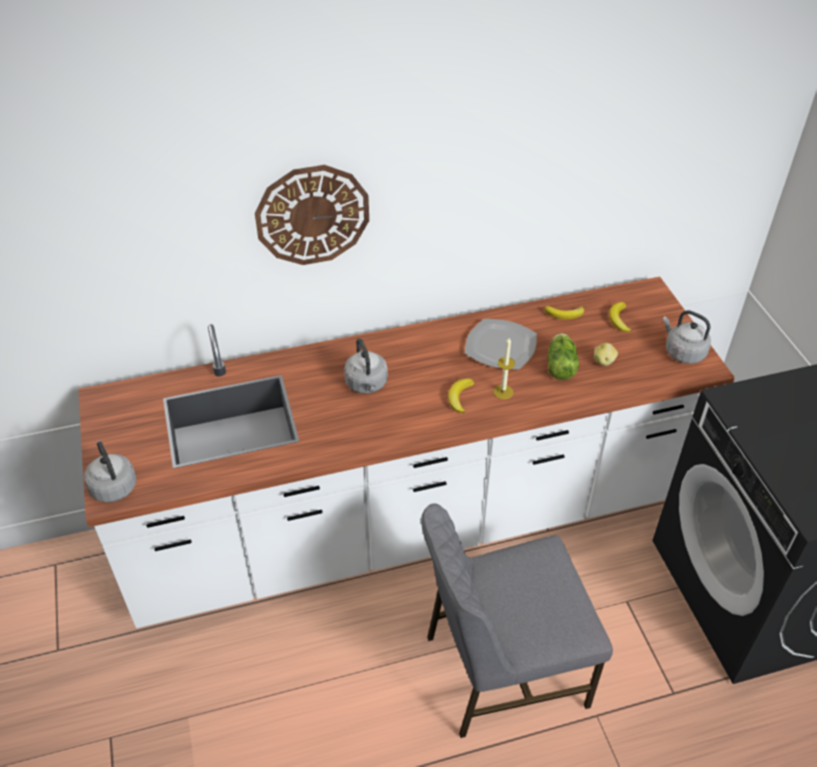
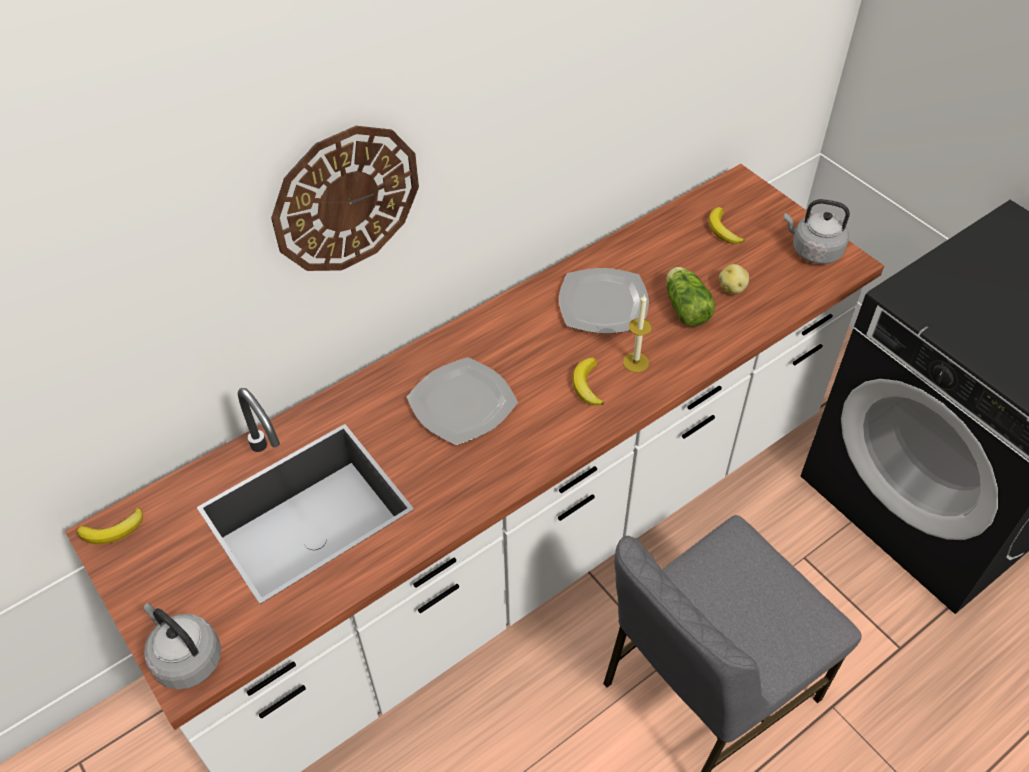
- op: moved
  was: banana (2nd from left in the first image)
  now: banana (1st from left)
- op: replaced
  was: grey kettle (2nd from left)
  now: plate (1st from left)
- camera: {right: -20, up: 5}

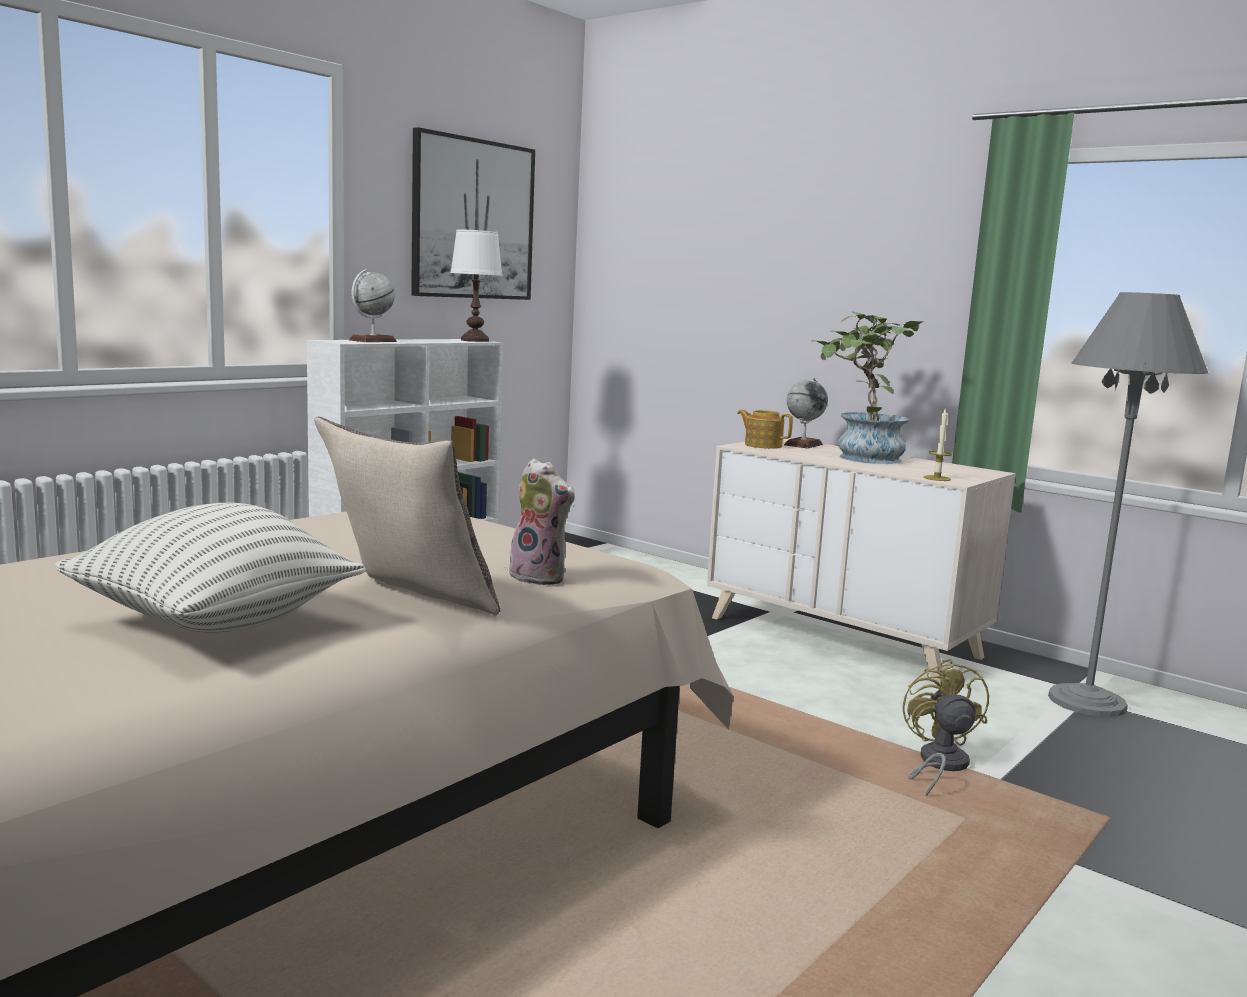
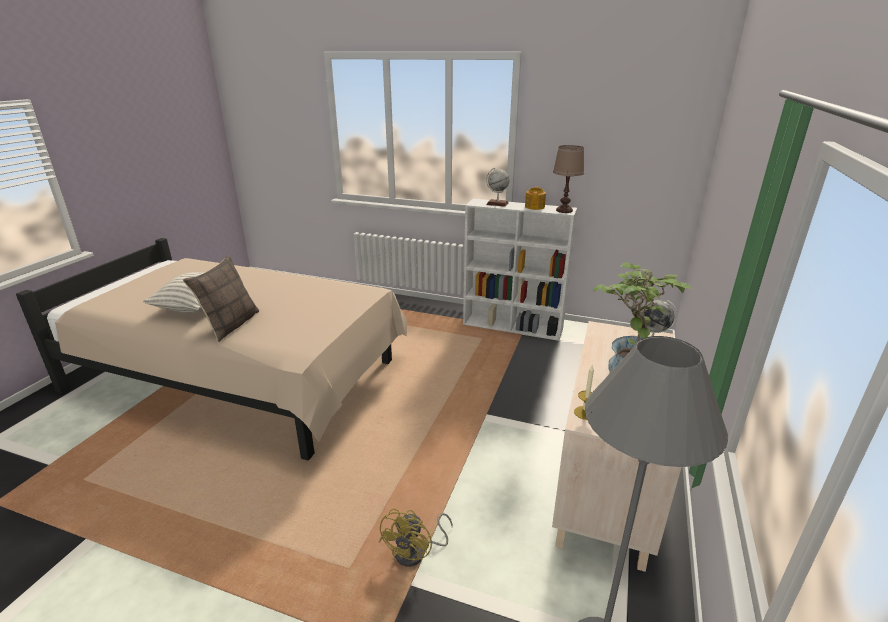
- op: turned
  was: yellow fan
  clockwise: 135
- op: moved
  was: teapot
- op: recoloured
  was: white table lamp
  now: brown table lamp
- op: removed
  was: picture
- op: removed
  was: plush toy
- camera: {right: 70, up: 15}

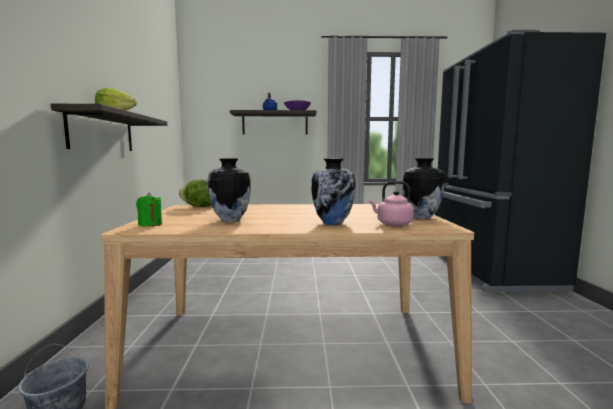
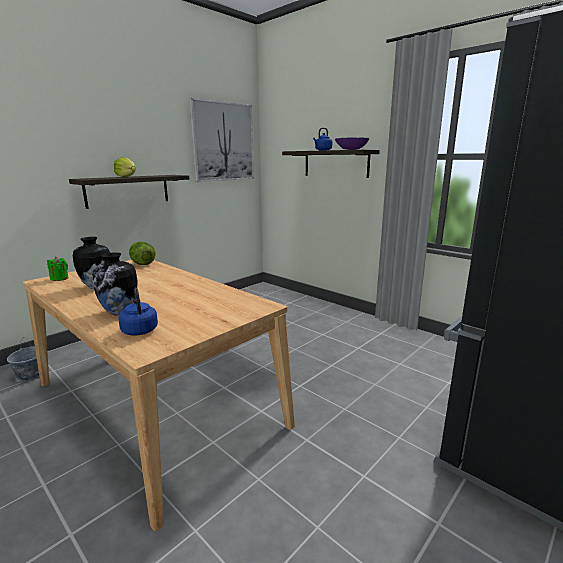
- op: recoloured
  was: pink kettle
  now: blue kettle (1st from left)
- op: added
  now: picture
- op: removed
  was: vase (3rd from left)
- camera: {right: 45, up: 10}

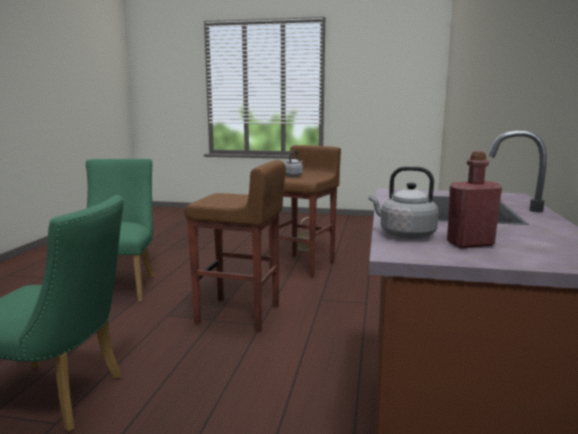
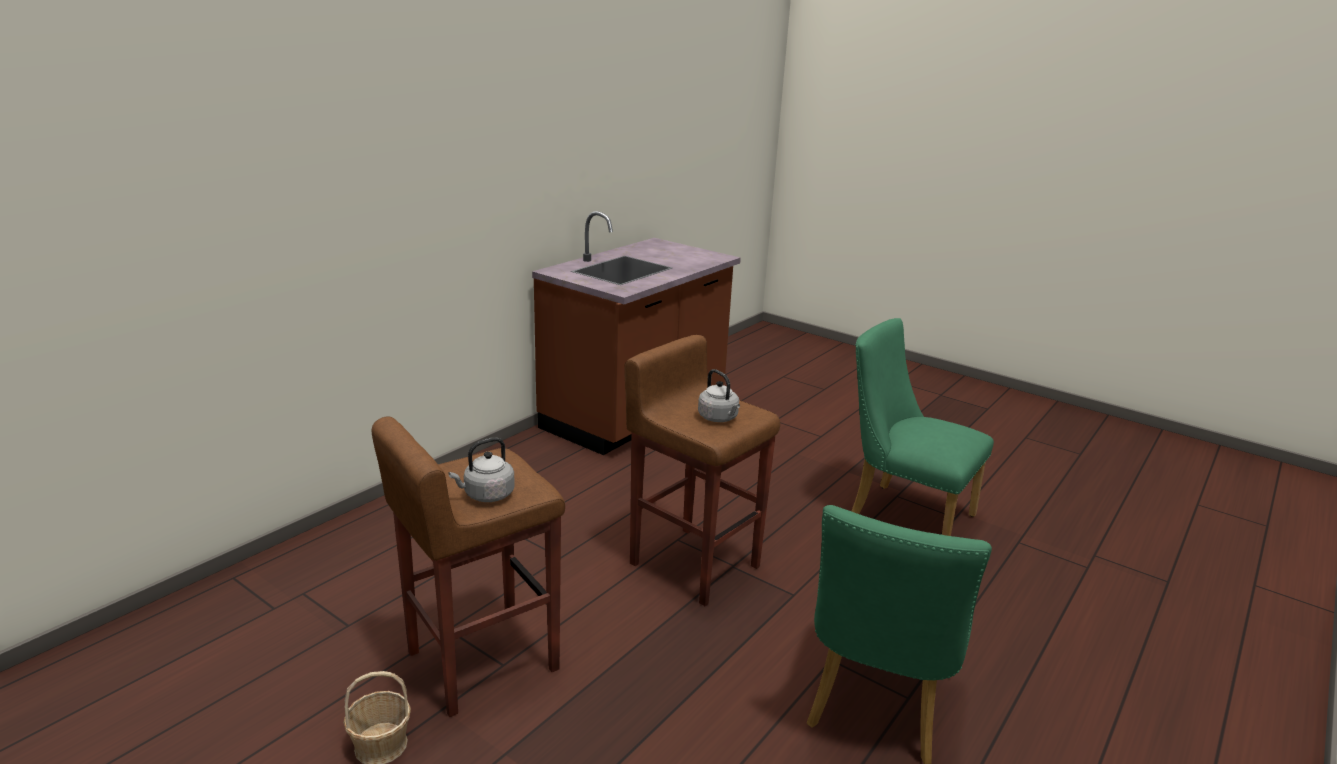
- op: moved
  was: grey kettle (2nd from left)
- op: removed
  was: red bottle
- camera: {right: -155, up: 10}

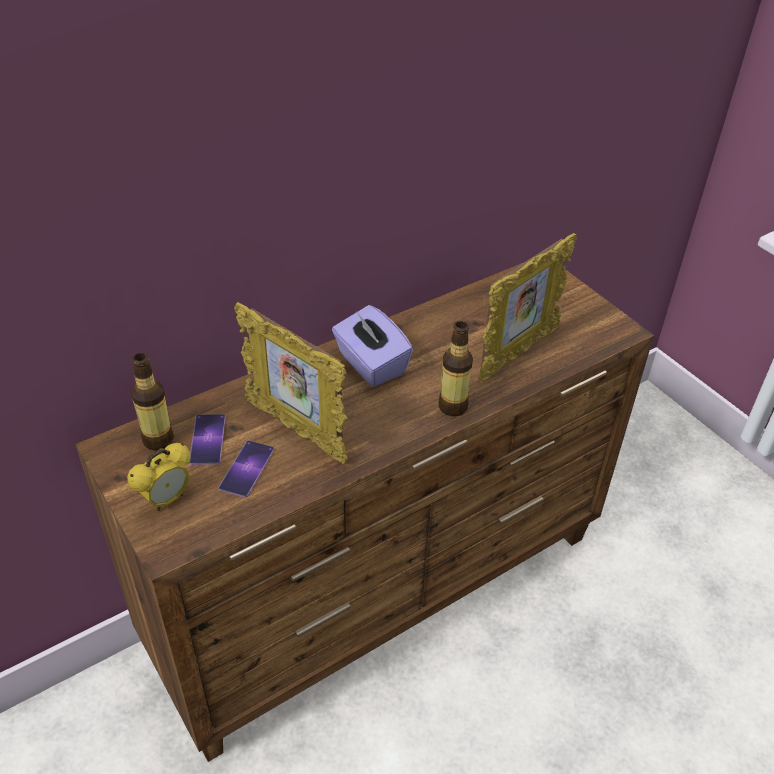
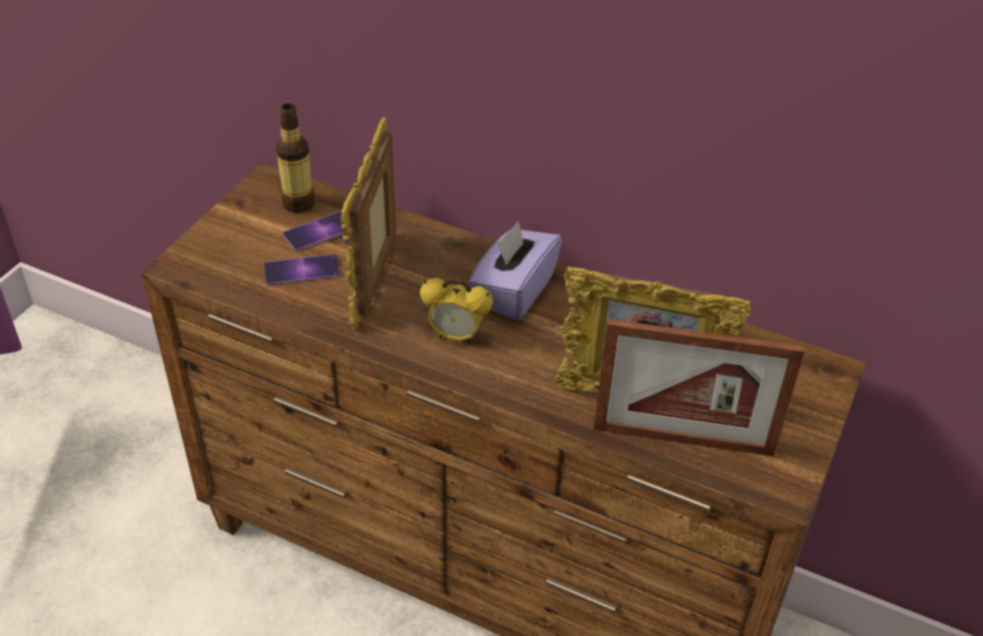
- op: moved
  was: alarm clock
- op: added
  now: picture frame (3rd from left)
- op: removed
  was: bottle (2nd from left)
- camera: {right: 60, up: 0}

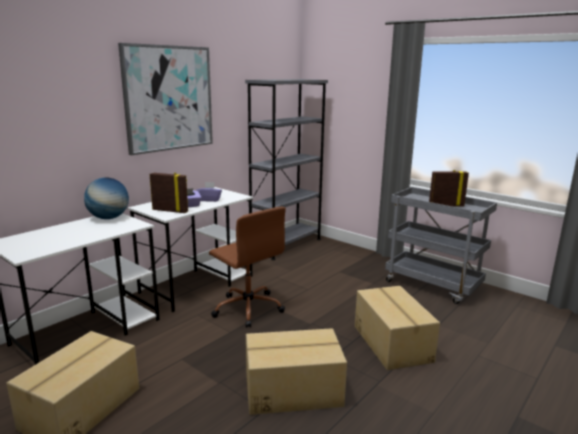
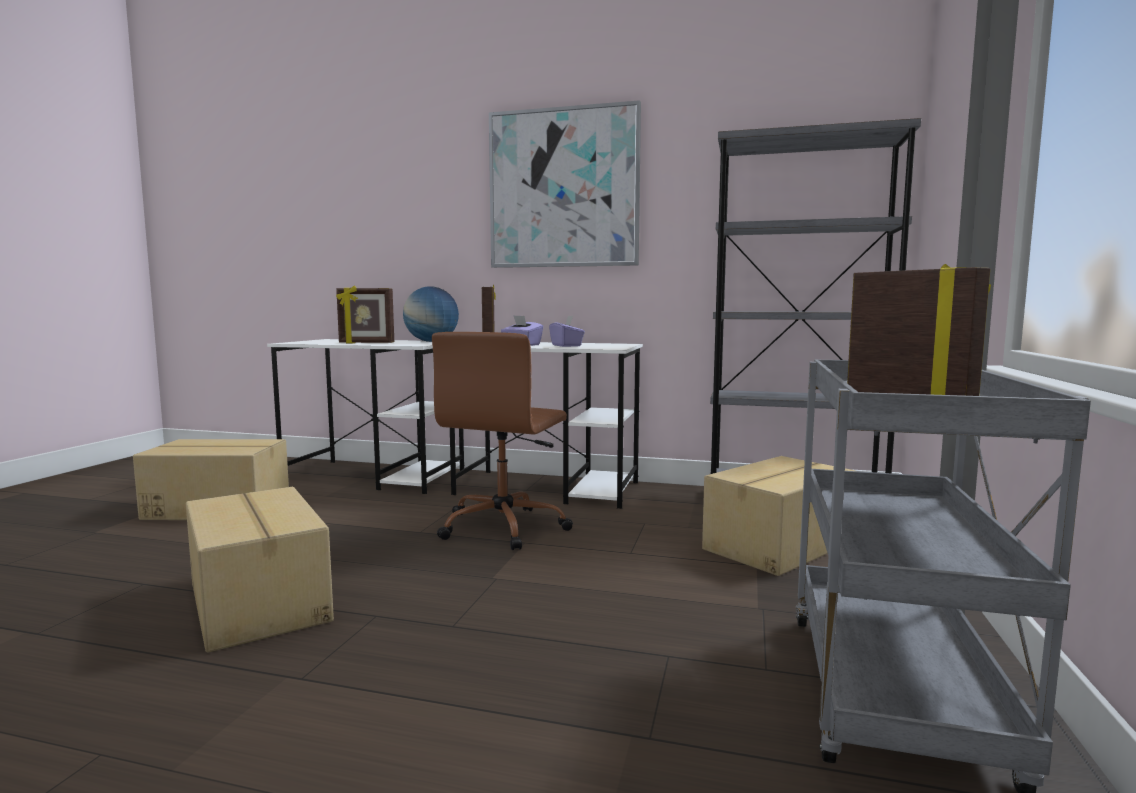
- op: added
  now: picture frame (1st from left)
- op: moved
  was: cardboard box (3rd from left)
- camera: {right: 65, up: -10}

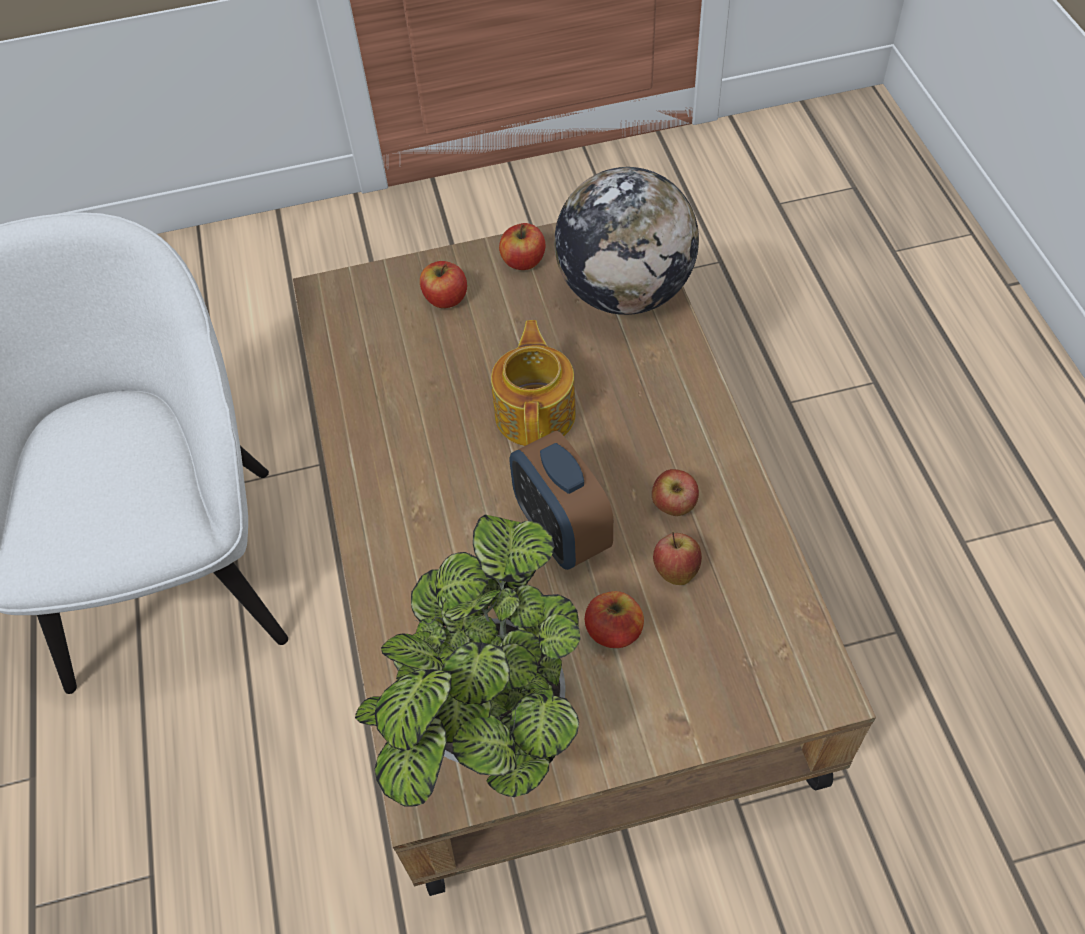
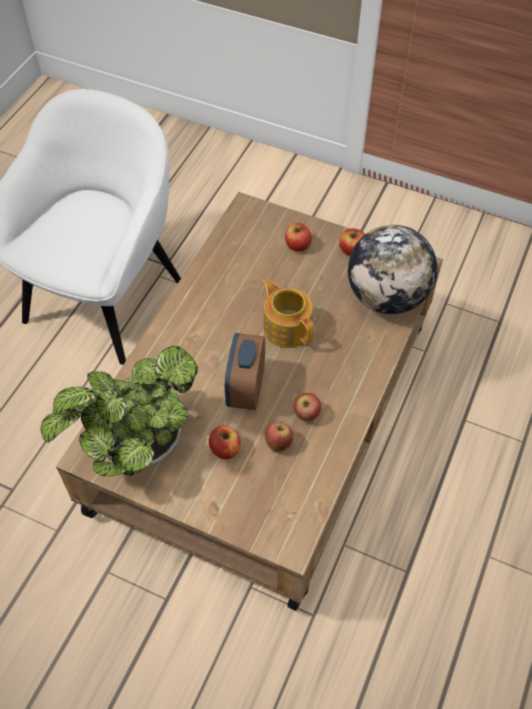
- op: turned
  was: teapot
  clockwise: -75
- camera: {right: 35, up: 0}

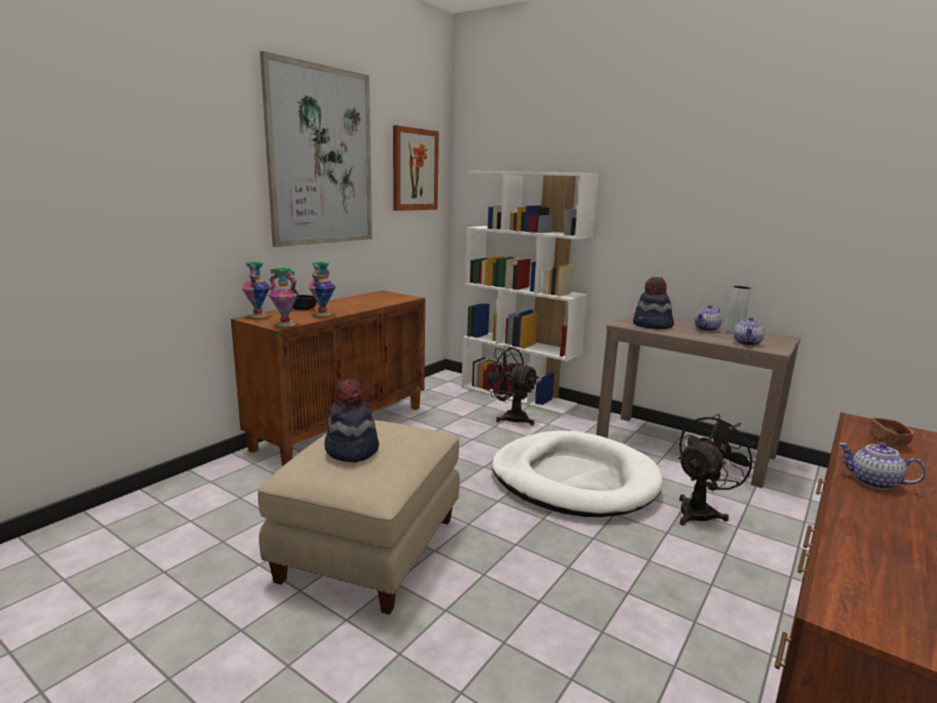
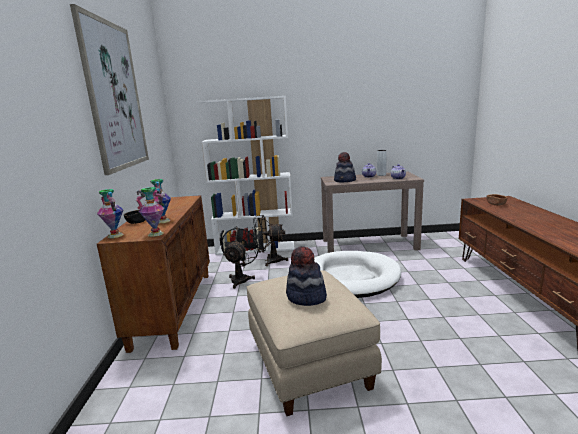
- op: moved
  was: black fan (2nd from left in the first image)
  now: black fan (1st from left)
- op: removed
  was: picture (2nd from left)
- op: removed
  was: teapot (3rd from left)
- camera: {right: -35, up: 0}

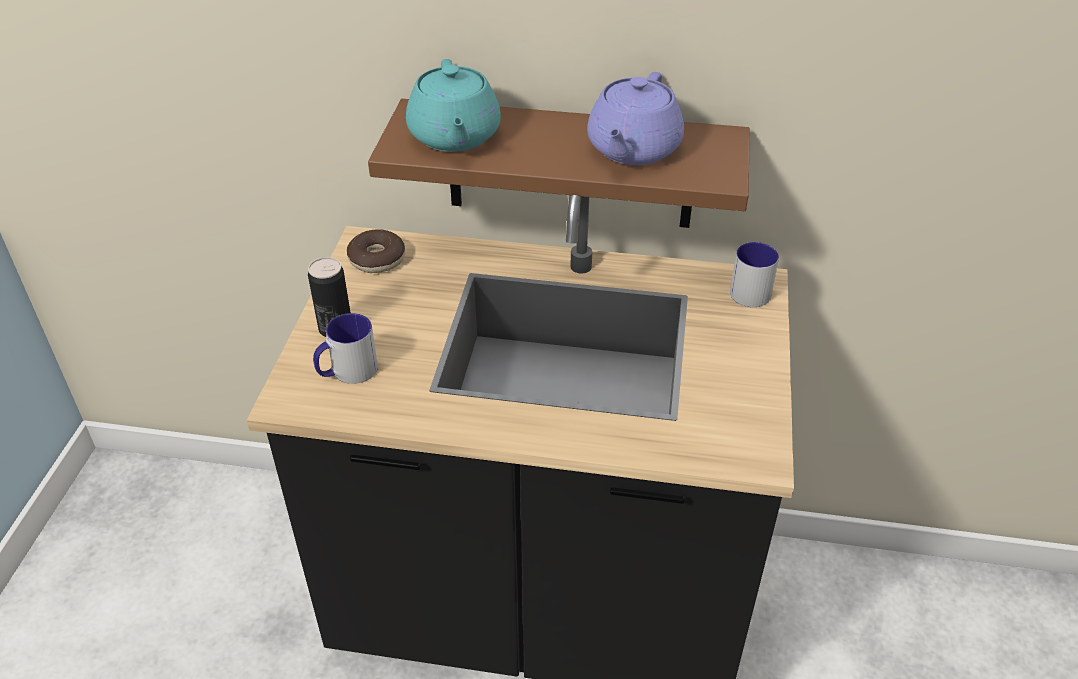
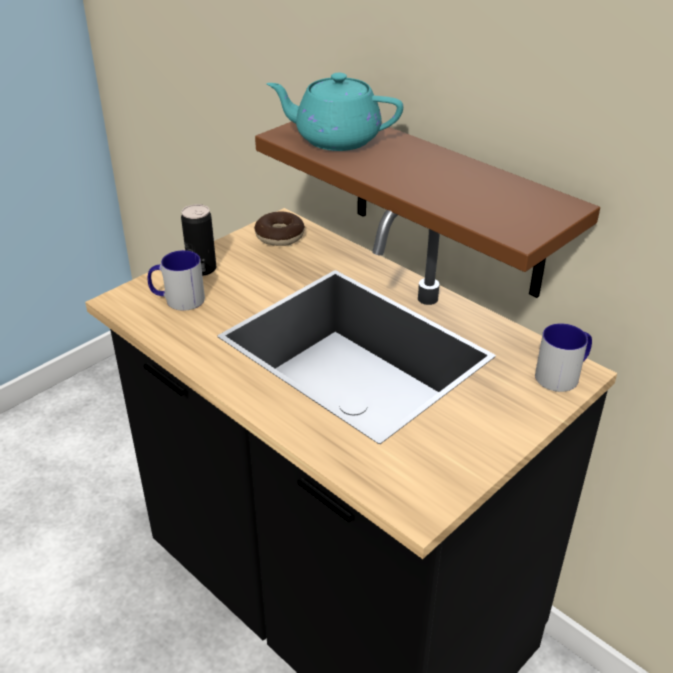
- op: turned
  was: turquoise teapot
  clockwise: 75
- op: removed
  was: purple teapot
- camera: {right: 35, up: -5}

